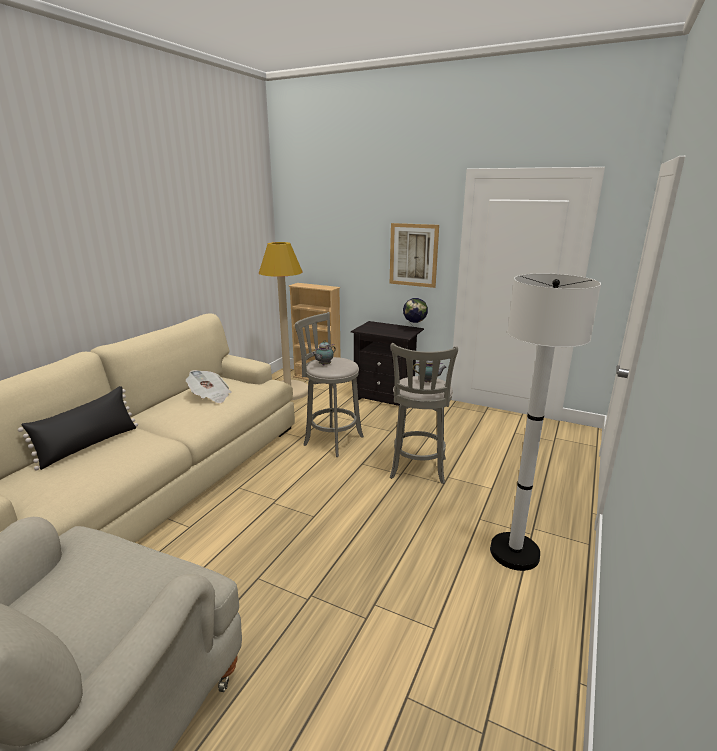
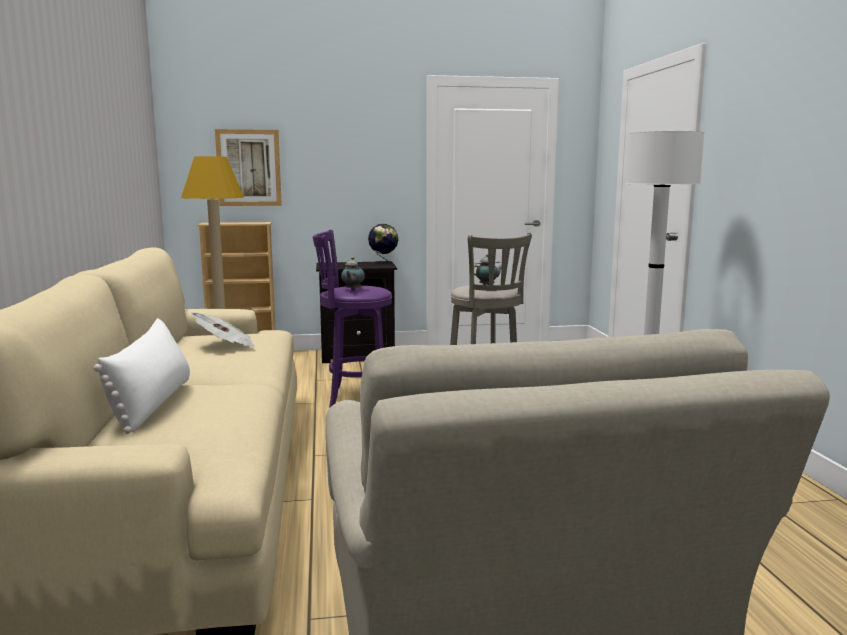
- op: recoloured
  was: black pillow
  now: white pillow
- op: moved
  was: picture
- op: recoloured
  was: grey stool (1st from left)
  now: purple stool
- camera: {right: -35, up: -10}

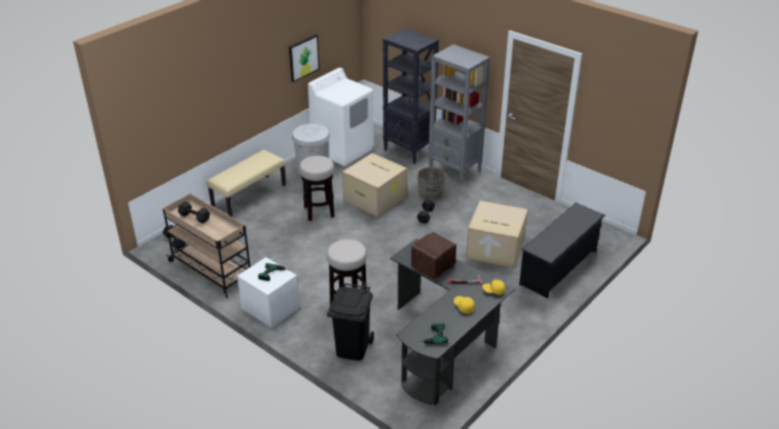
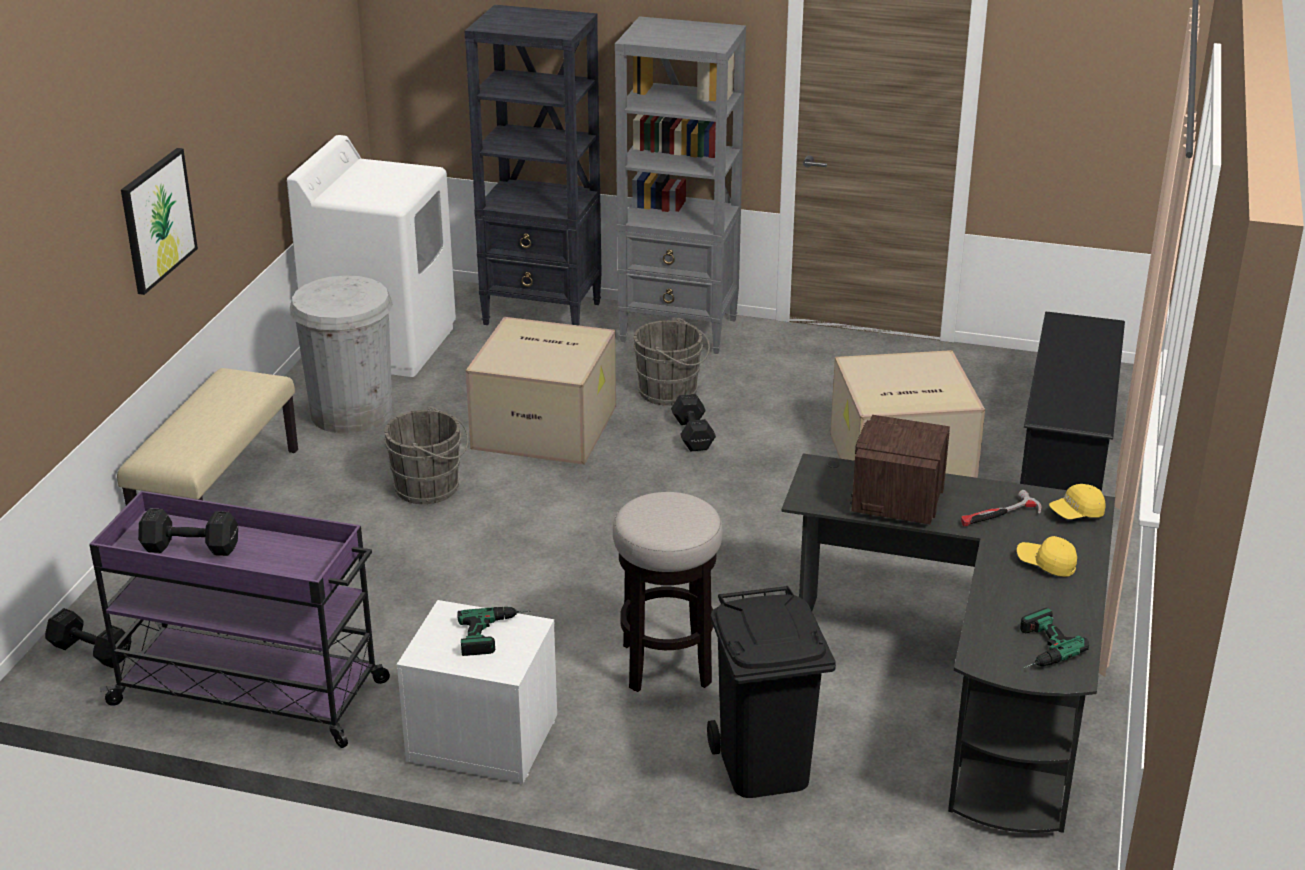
- op: recoloured
  was: beige cart
  now: purple cart
- op: moved
  was: picture
- op: replaced
  was: stool (1st from left)
  now: grey bucket (1st from left)
- camera: {right: -25, up: -5}

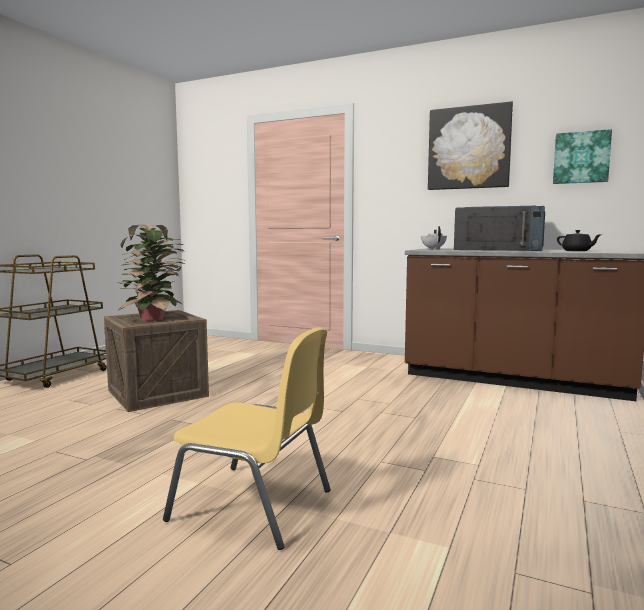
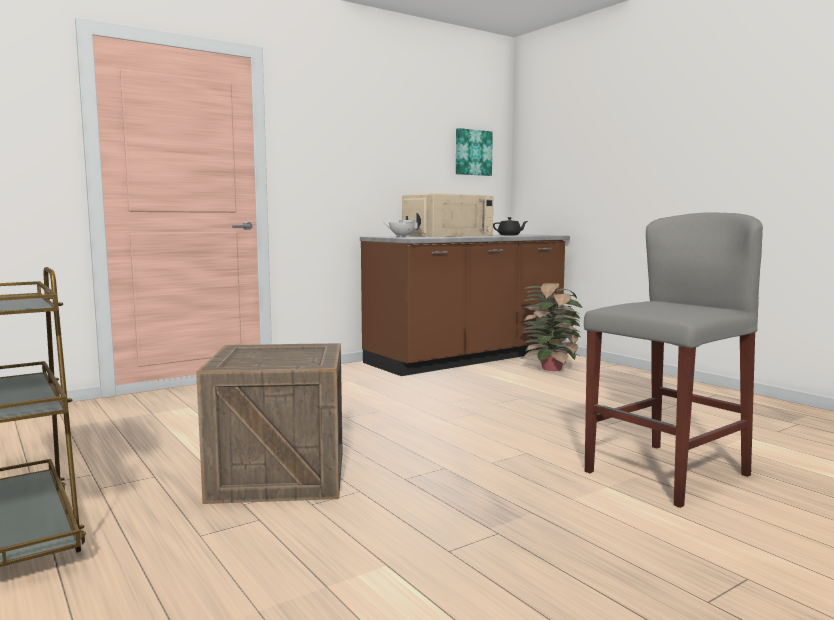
- op: recoloured
  was: blue microwave
  now: beige microwave
- op: moved
  was: potted plant
- op: replaced
  was: yellow chair
  now: grey stool
- op: removed
  was: picture (1st from left)
- camera: {right: -60, up: 0}

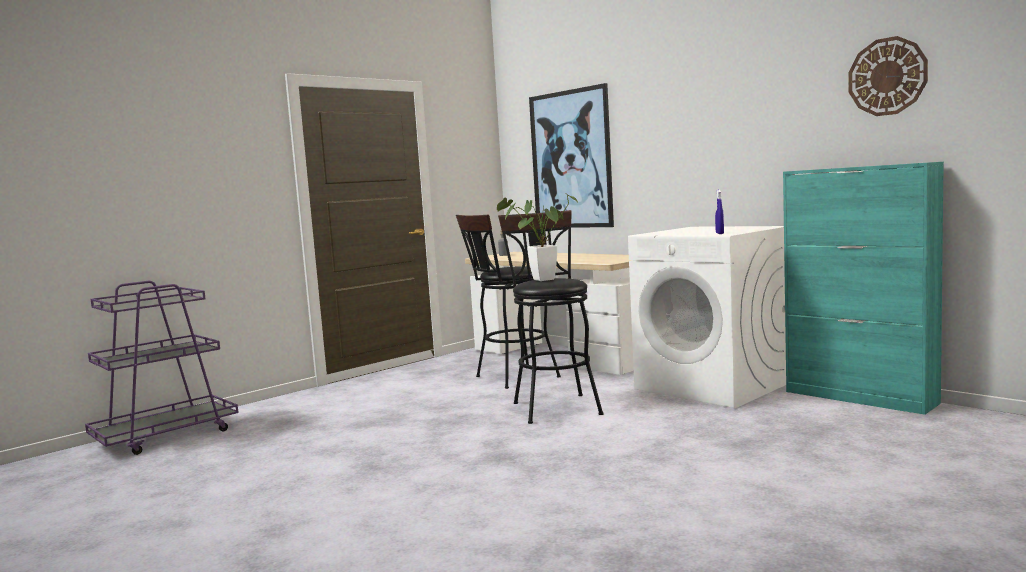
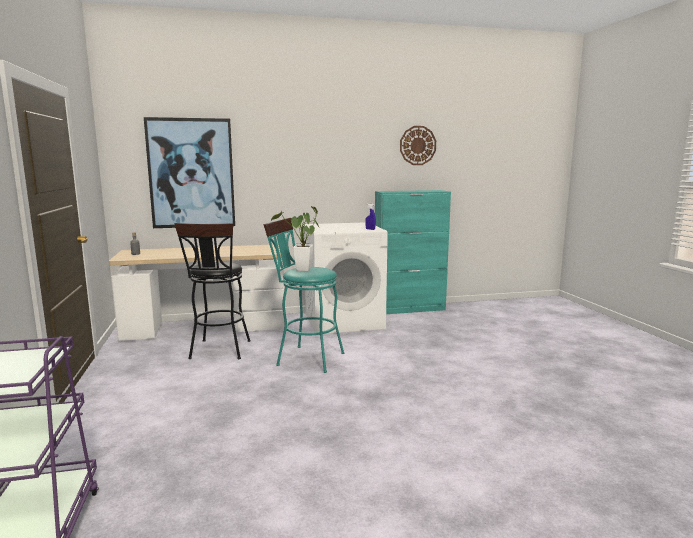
- op: recoloured
  was: black stool (2nd from left)
  now: turquoise stool
- camera: {right: -60, up: 5}

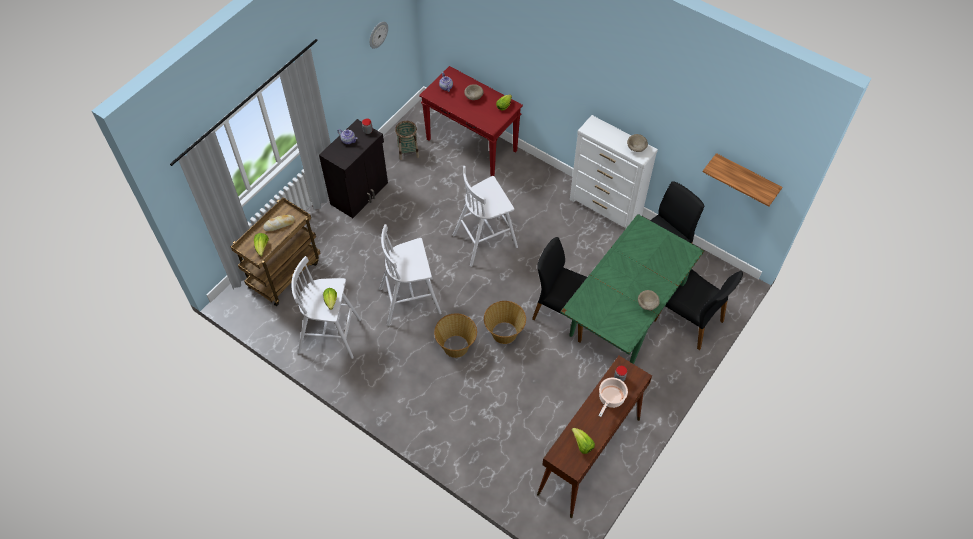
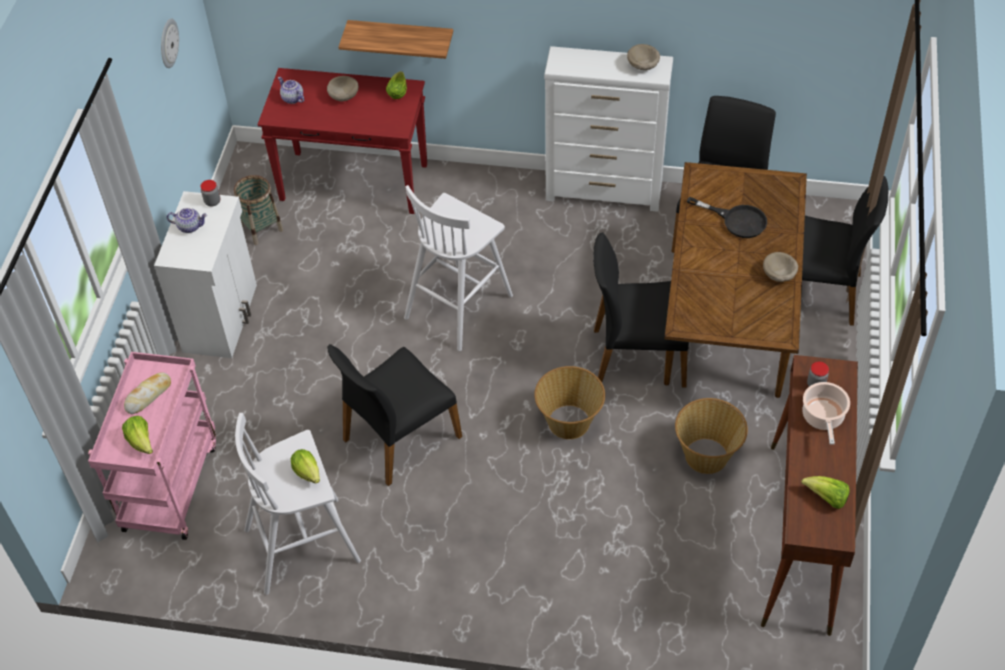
- op: recoloured
  was: brown cart
  now: pink cart
- op: recoloured
  was: black cabinet
  now: white cabinet
- op: replaced
  was: white stool (2nd from left)
  now: black chair (1st from left)
- op: moved
  was: shelf
- op: recoloured
  was: green dining table
  now: brown dining table
- op: moved
  was: basket (2nd from left in the first image)
  now: basket (3rd from left)
- op: added
  now: black frying pan
- camera: {right: -25, up: -5}

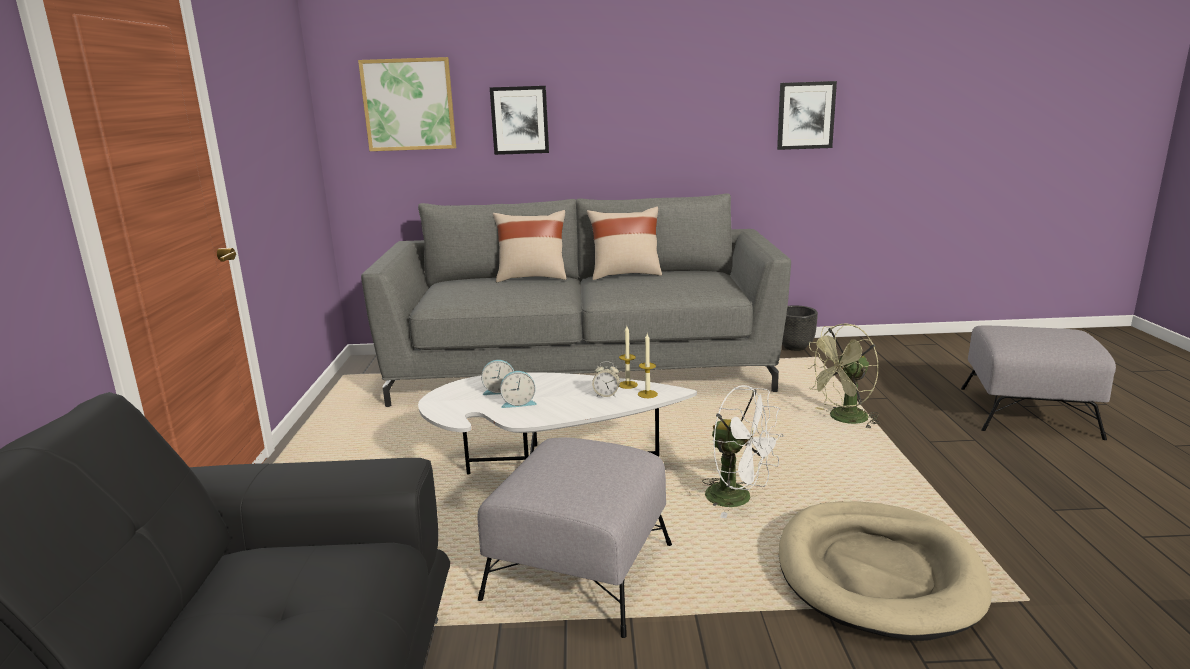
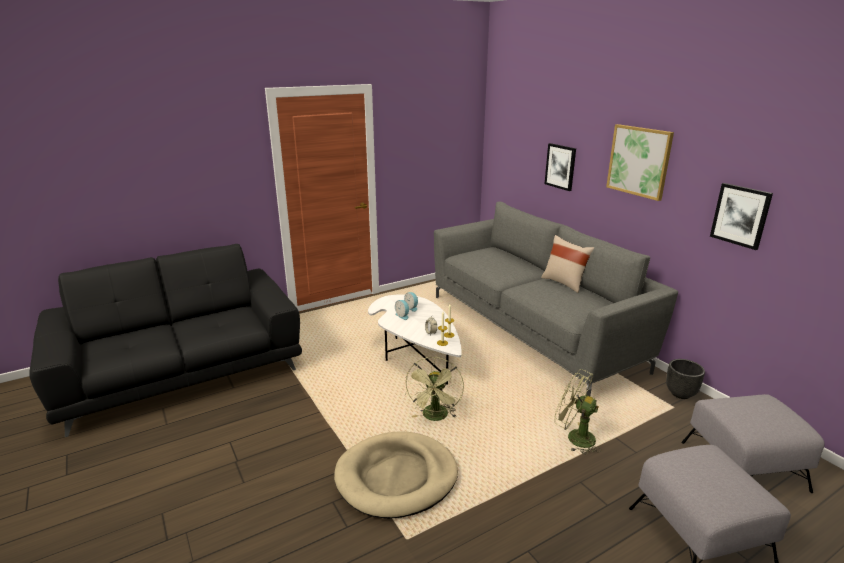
- op: recoloured
  was: white fan
  now: green fan (1st from left)
- op: moved
  was: picture (1st from left in the first image)
  now: picture (2nd from left)
- op: moved
  was: grey ottoman (1st from left in the first image)
  now: grey ottoman (2nd from left)
- op: removed
  was: beige pillow (1st from left)
- camera: {right: 60, up: 5}

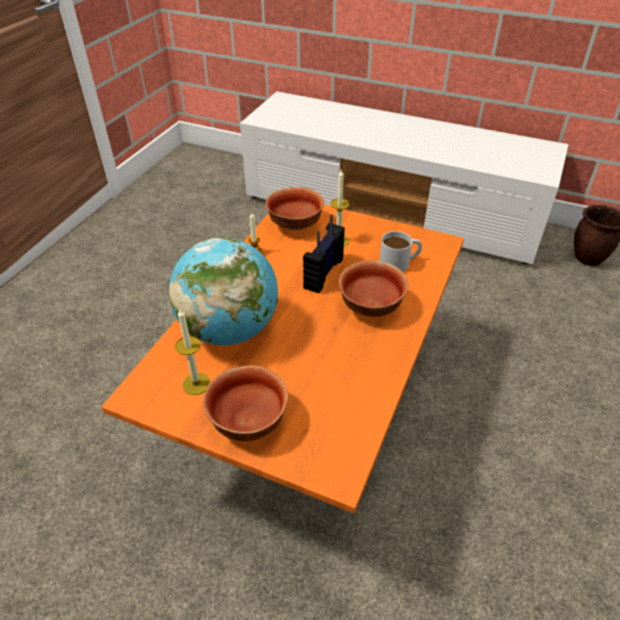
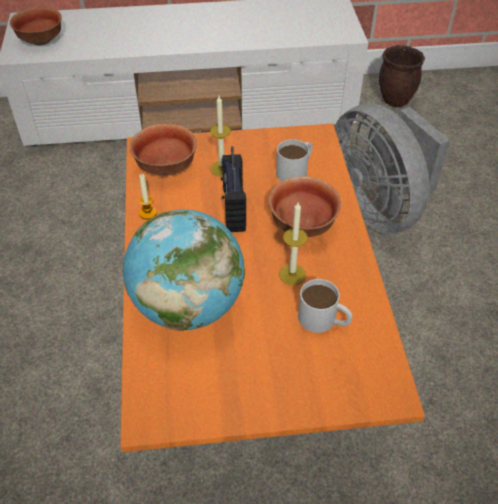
- op: moved
  was: bowl (1st from left)
- op: moved
  was: candle (1st from left in the first image)
  now: candle (3rd from left)
- op: added
  now: white mug (2nd from left)
- op: added
  now: grey fan
- camera: {right: -30, up: 5}

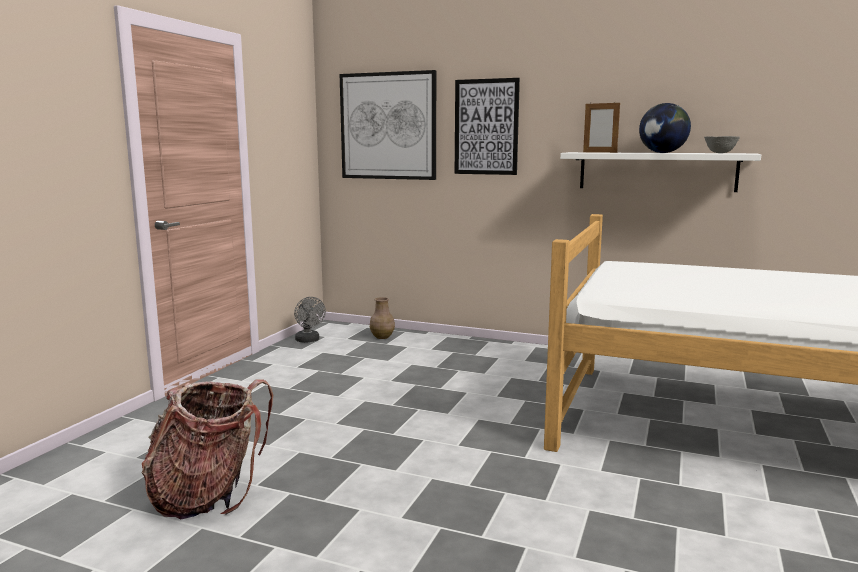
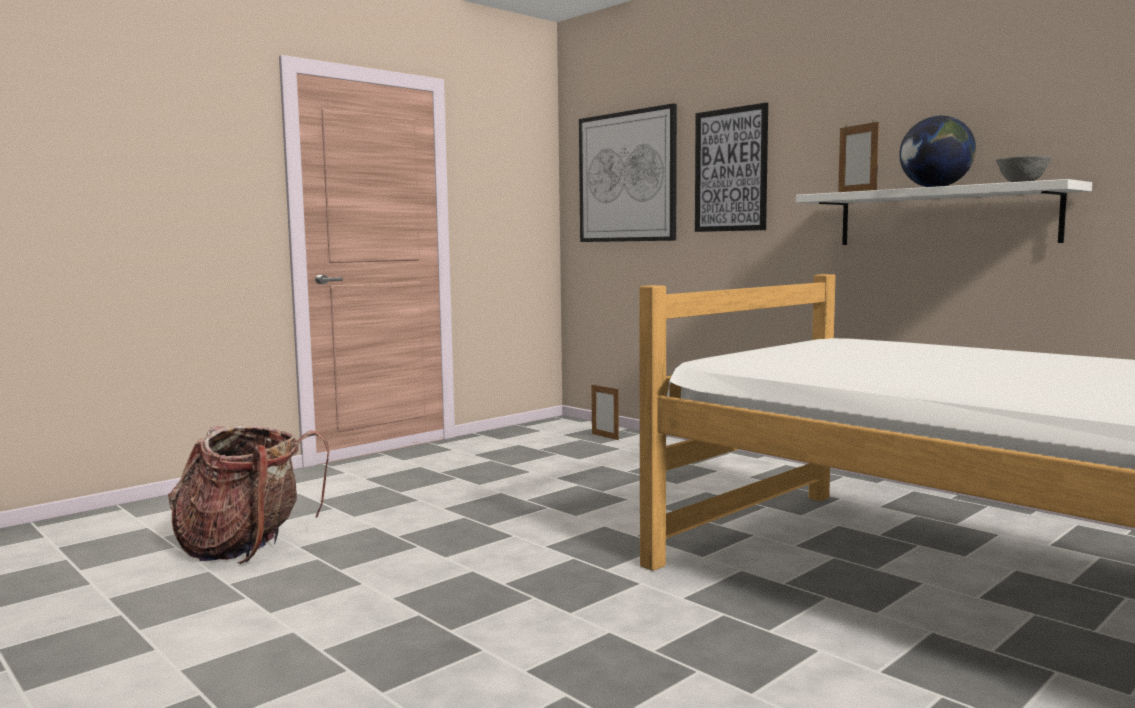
- op: replaced
  was: brown vase
  now: picture frame (1st from left)
- op: removed
  was: grey fan
- camera: {right: 25, up: -5}

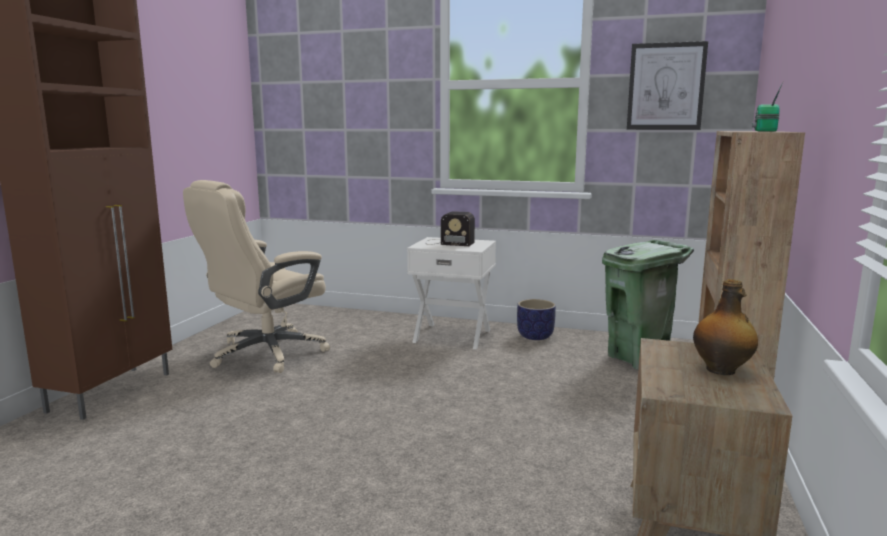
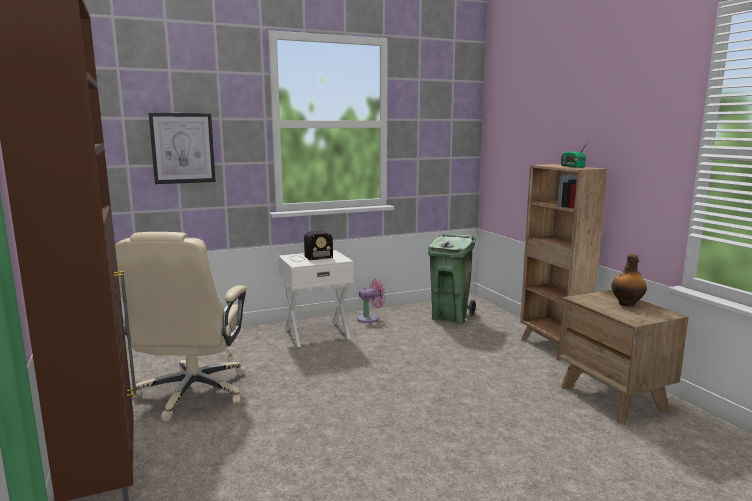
- op: moved
  was: picture
- op: replaced
  was: planter
  now: pink fan
- camera: {right: -40, up: 0}

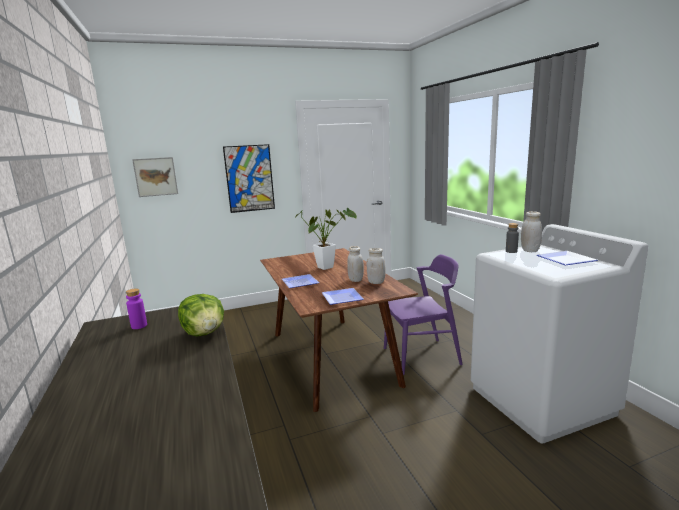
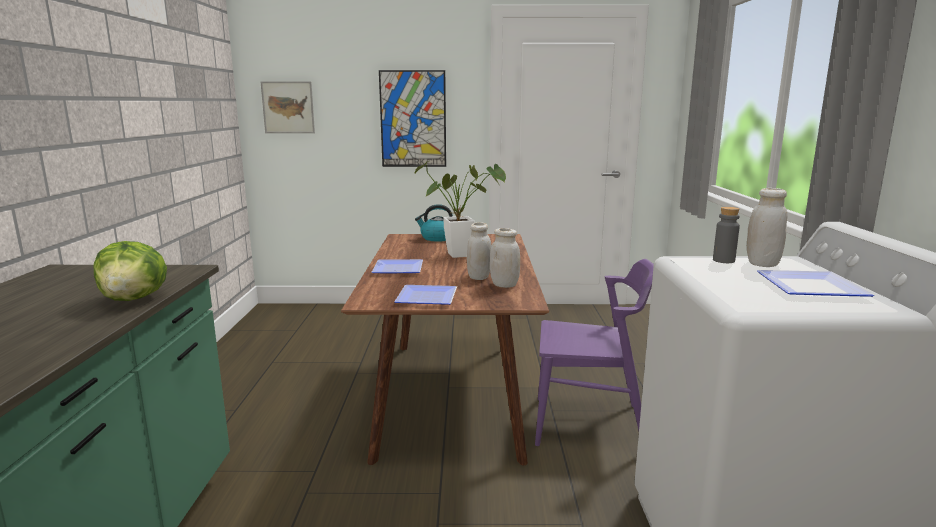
- op: added
  now: kettle
- op: removed
  was: purple bottle
- camera: {right: 20, up: 0}

